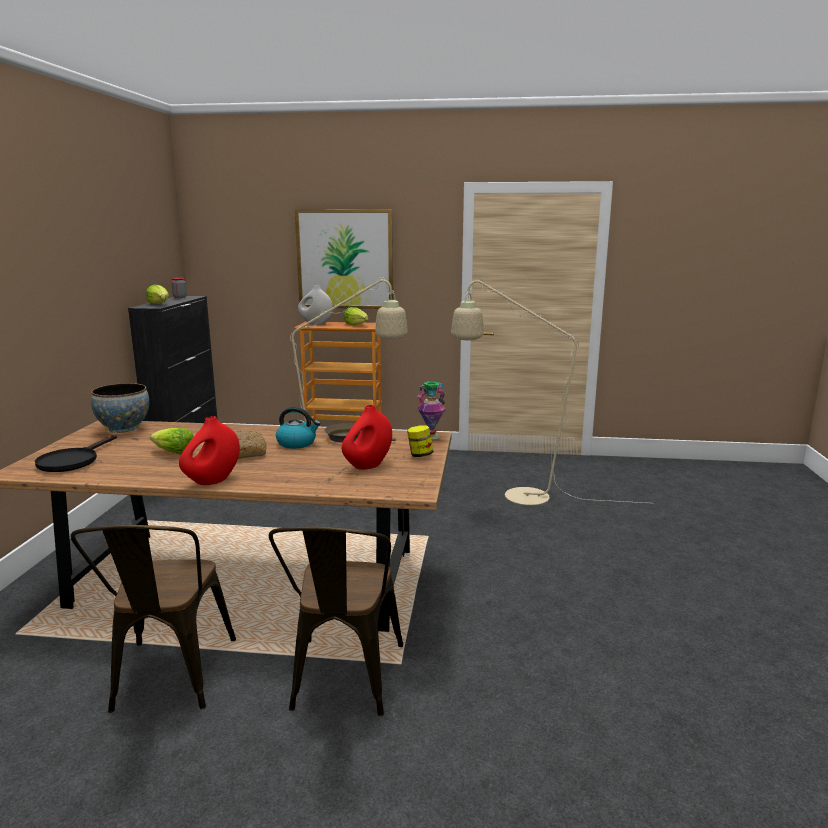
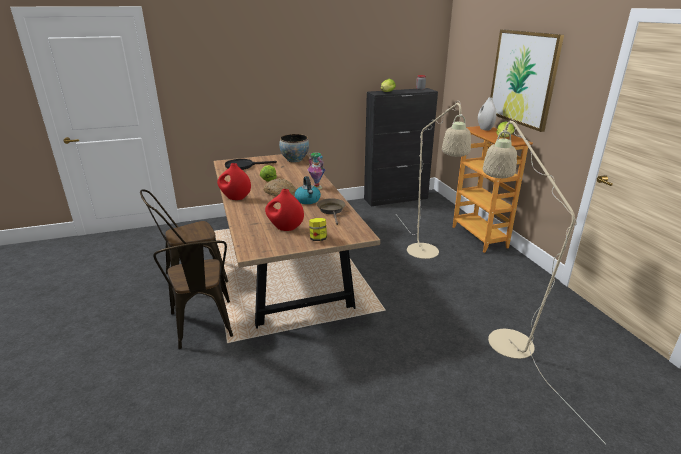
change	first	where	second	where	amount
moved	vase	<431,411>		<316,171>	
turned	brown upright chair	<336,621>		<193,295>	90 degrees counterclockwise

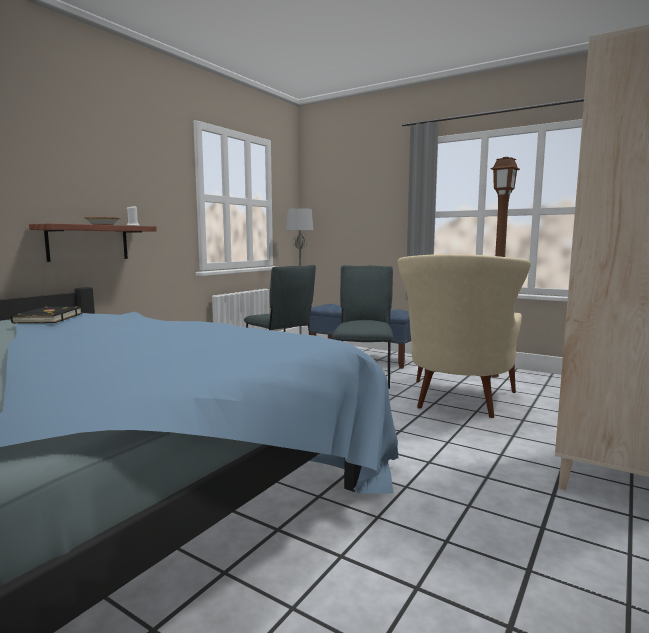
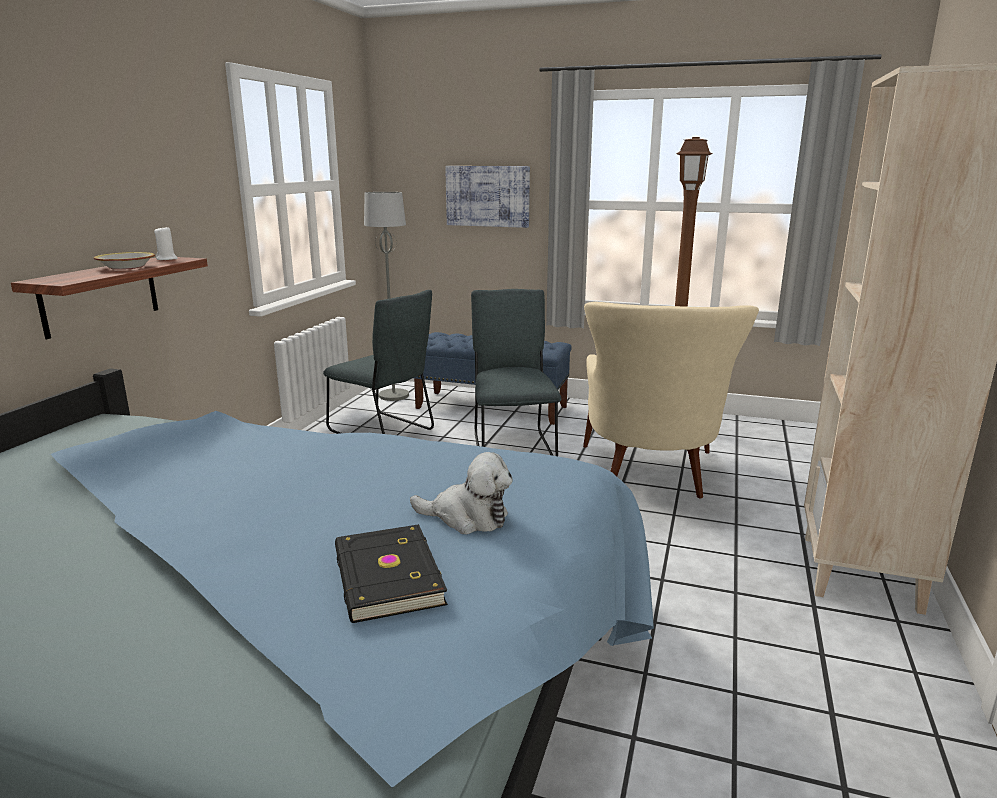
change	first	where	second	where	amount
added			soft toy	<461,493>	
added			picture	<487,197>	
moved	black-coloured bound book	<47,314>		<391,573>	

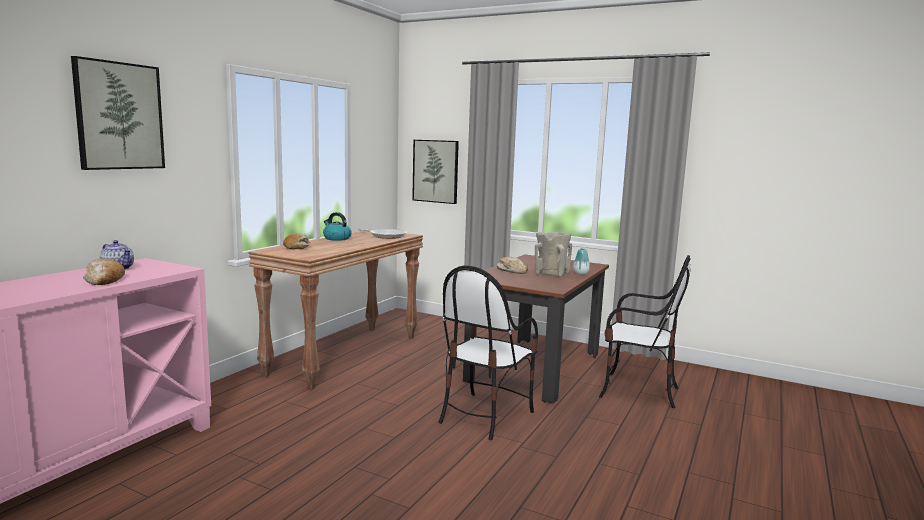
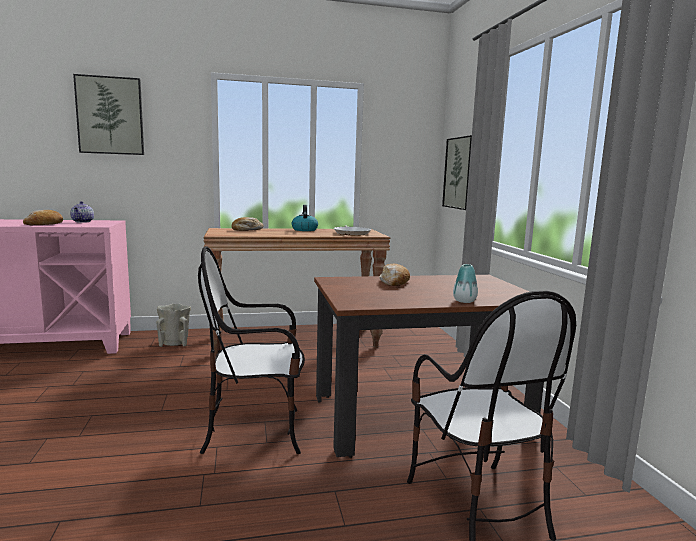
change	first	where	second	where	amount
moved	sand-coloured vase	<553,254>		<174,325>	

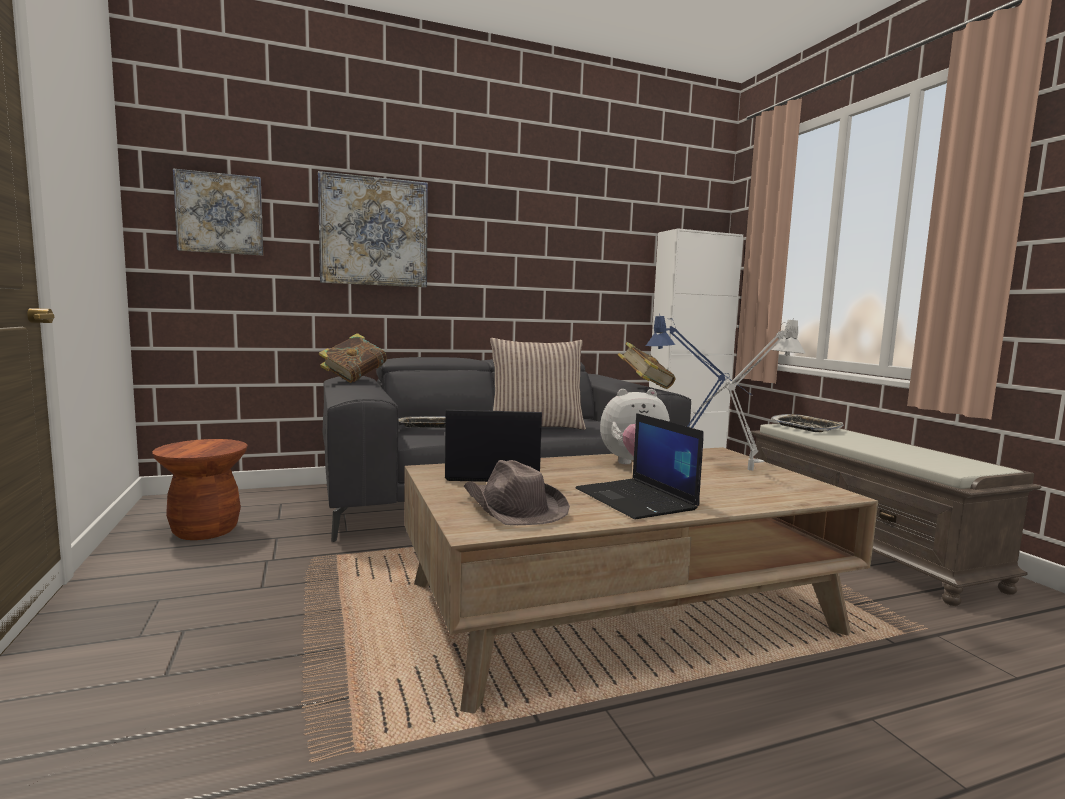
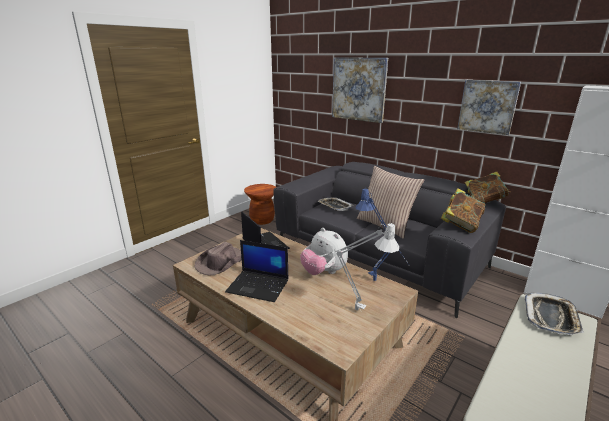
change	first	where	second	where	amount
moved	picture	<218,211>		<489,107>	
moved	bound book	<353,358>		<487,187>	
turned	laptop	<639,466>		<257,271>	105 degrees counterclockwise

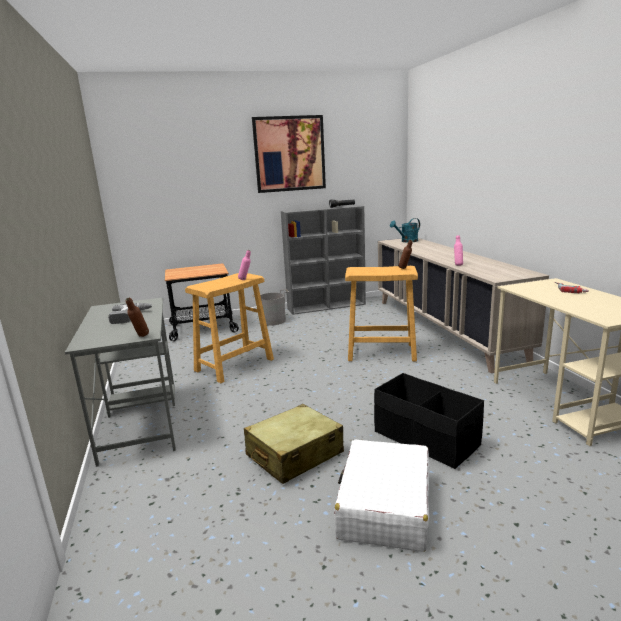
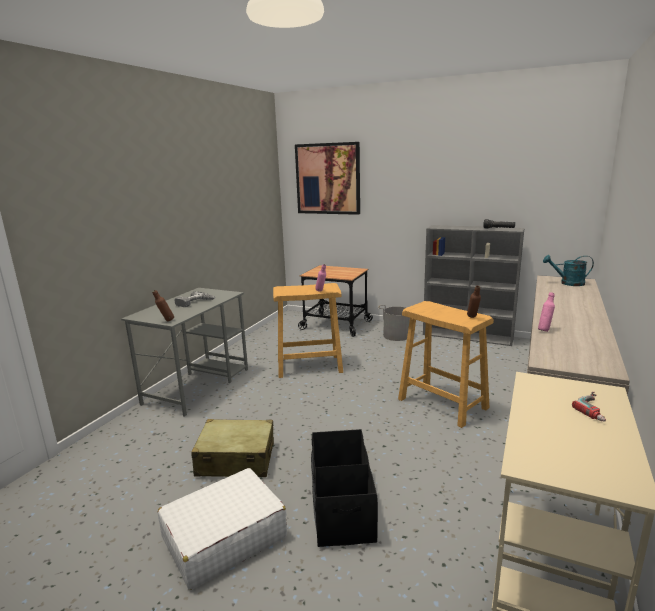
change	first	where	second	where	amount
moved	picture	<289,154>		<327,178>	

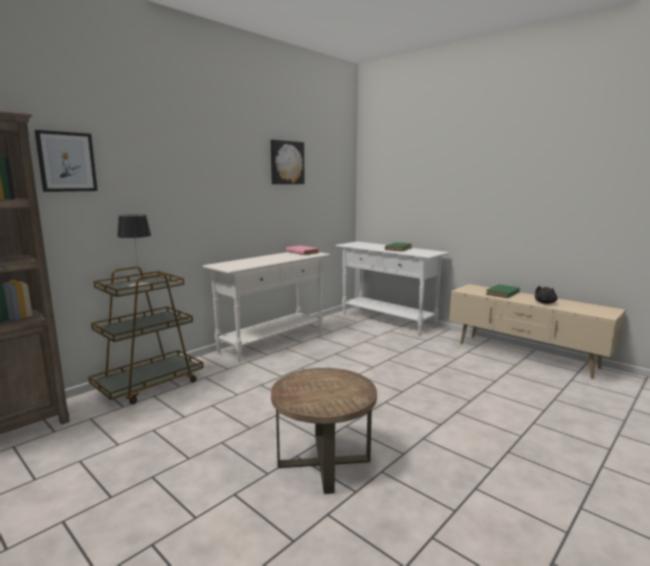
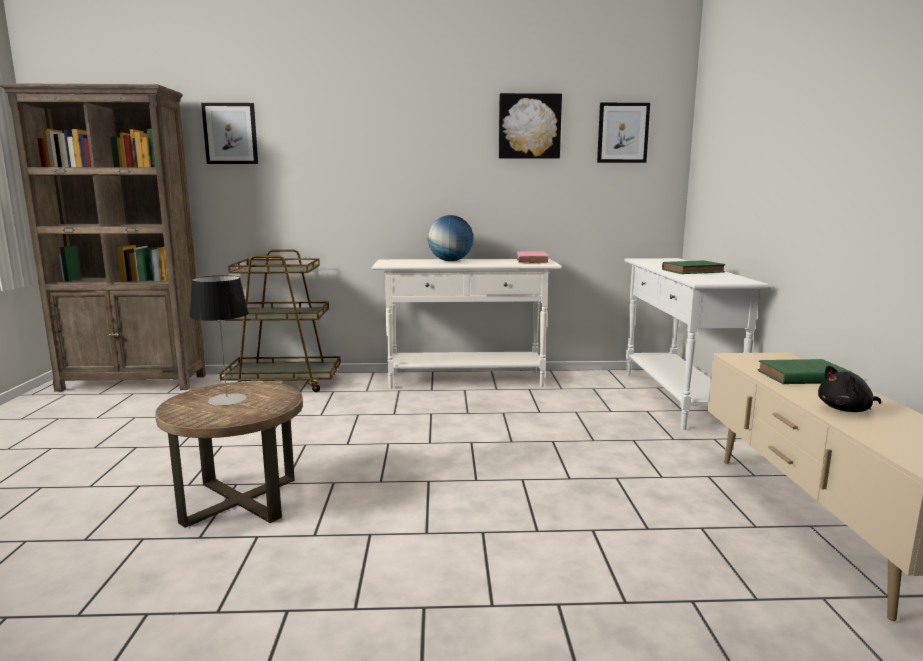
change	first	where	second	where	amount
added			desk globe	<450,238>	
added			picture	<623,133>	
moved	lamp for a table	<134,250>		<219,340>	

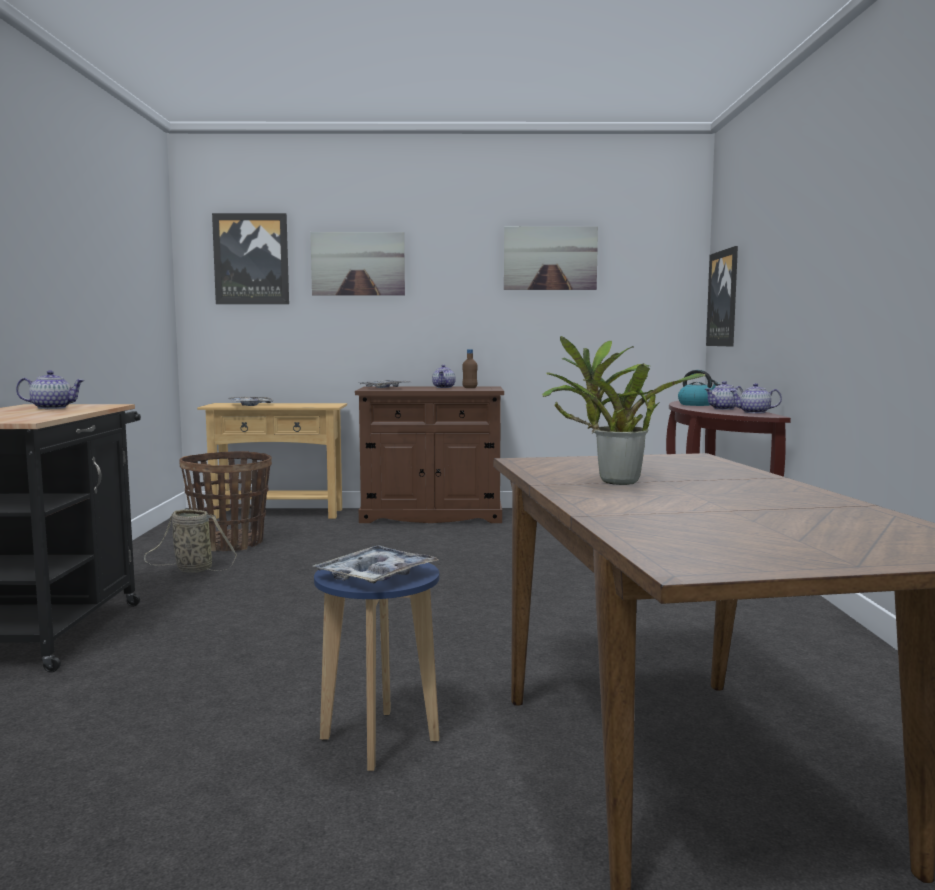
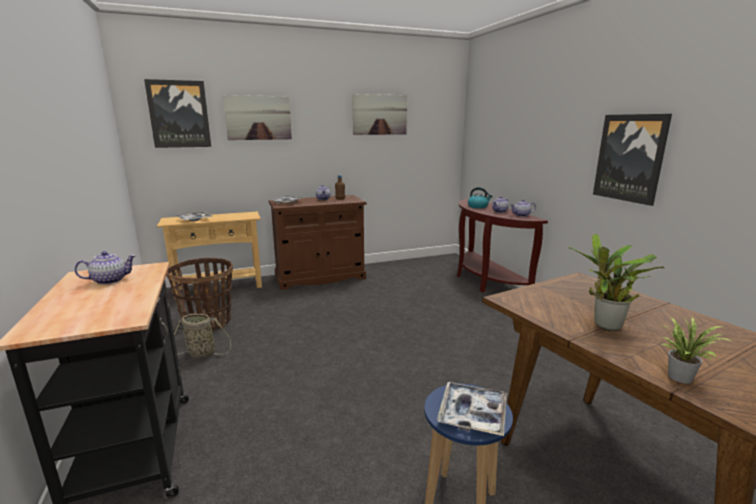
change	first	where	second	where	amount
added			potted plant	<696,350>	
moved	picture	<722,296>		<632,160>	

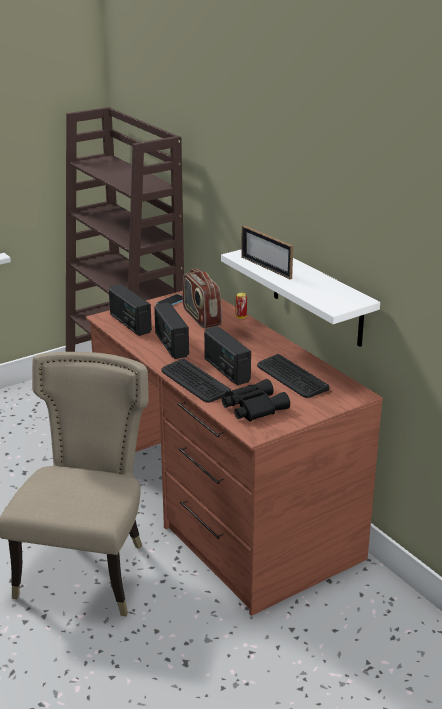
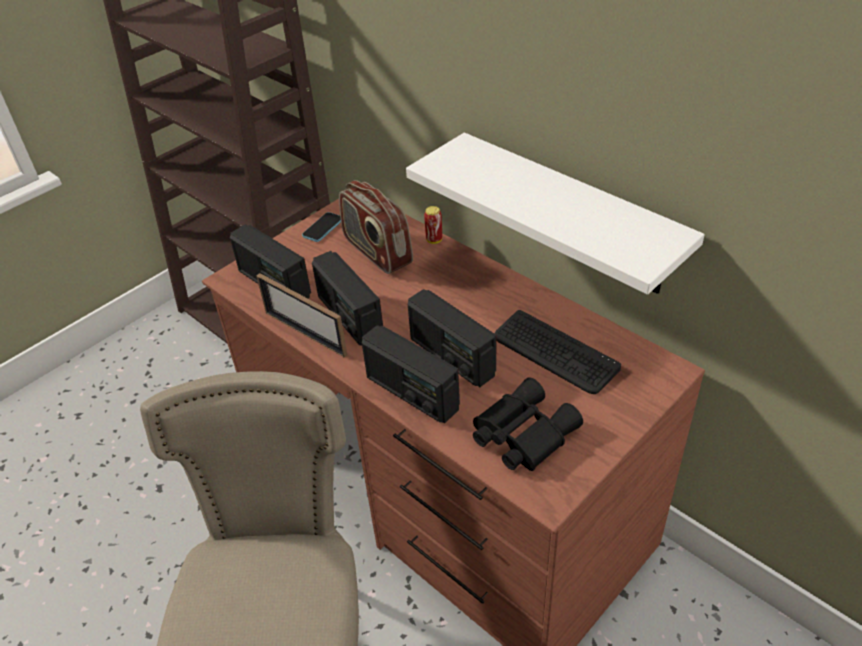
change	first	where	second	where	amount
moved	standing frame	<267,252>		<301,315>	
replaced	PC keyboard	<196,380>	radio set	<411,374>	

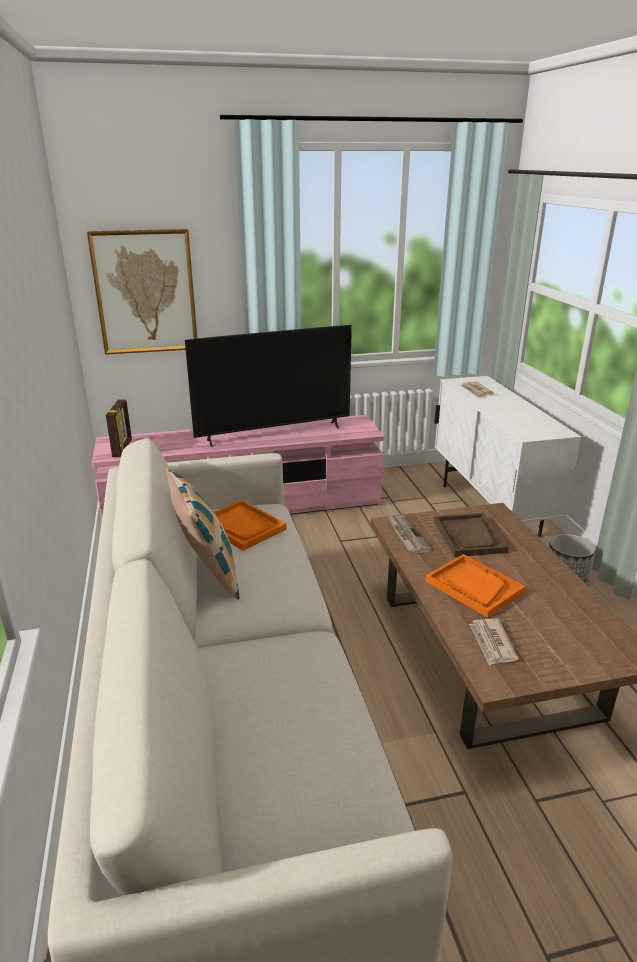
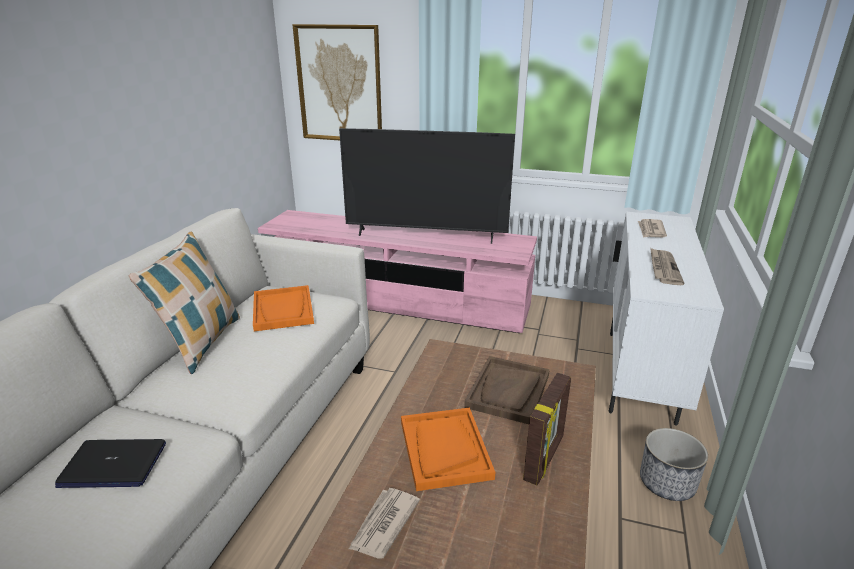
change	first	where	second	where	amount
added			laptop	<110,463>	
moved	standing frame	<119,428>		<547,429>	
moved	newspaper	<409,535>		<667,266>	

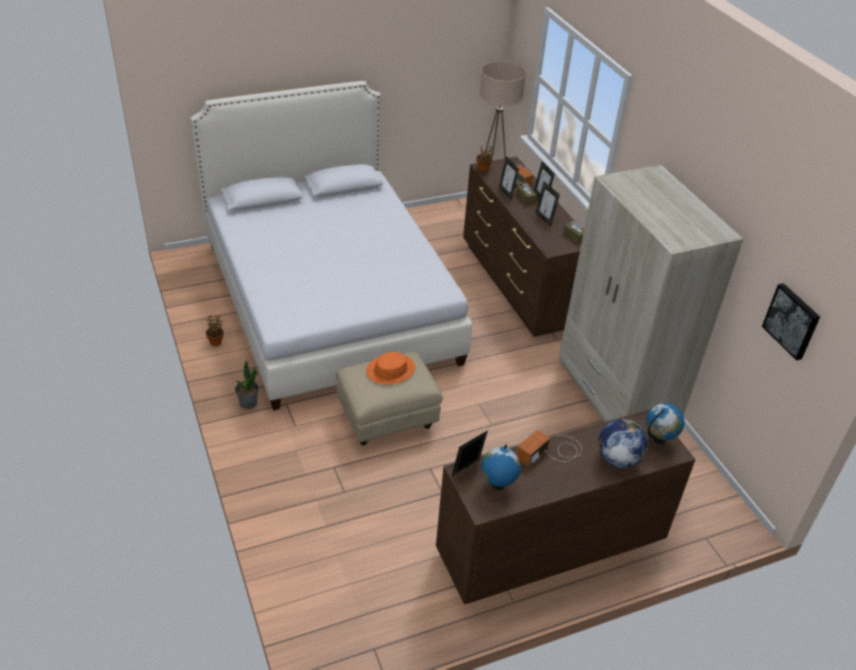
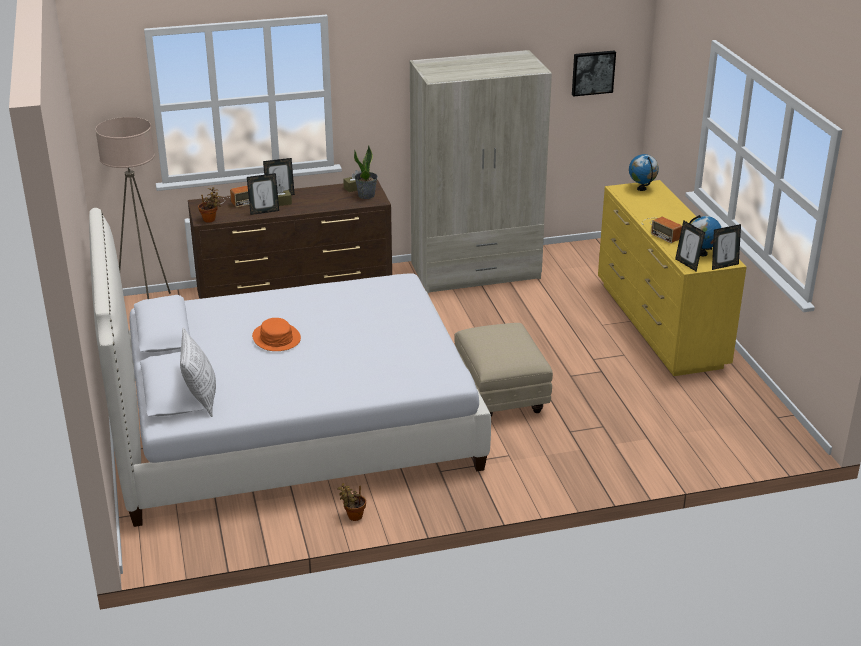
change	first	where	second	where	amount
removed	desk globe	<623,443>			
added			cushion	<198,372>	
moved	potted plant	<247,384>		<366,172>	
moved	orangey hat	<390,368>		<276,334>	
moved	standing frame	<548,204>		<726,247>	
recoloured	brown drawer chest	<566,507>	yellow-coloured drawer chest	<672,278>	

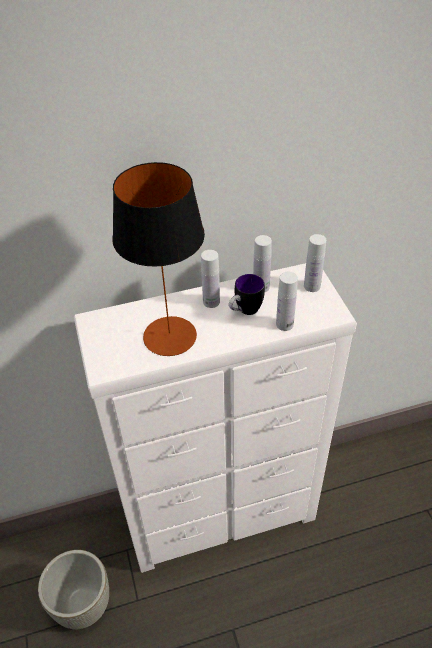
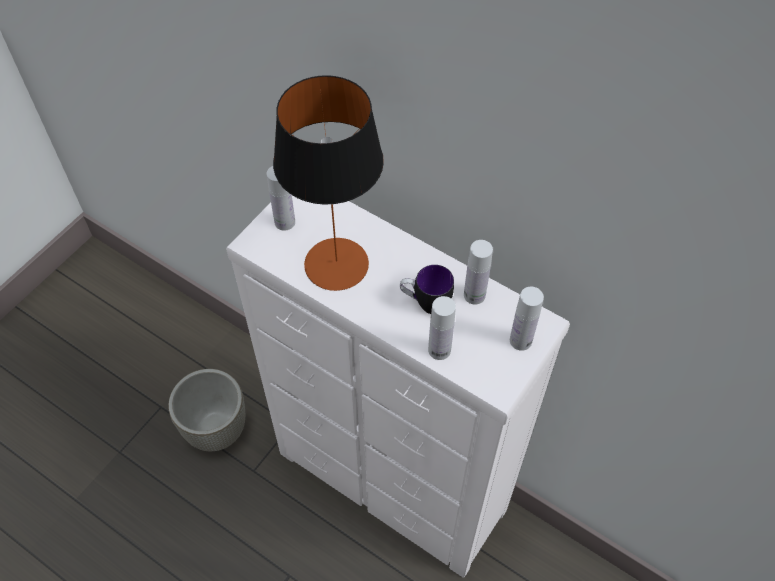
change	first	where	second	where	amount
moved	white bottle	<210,279>		<281,198>	

